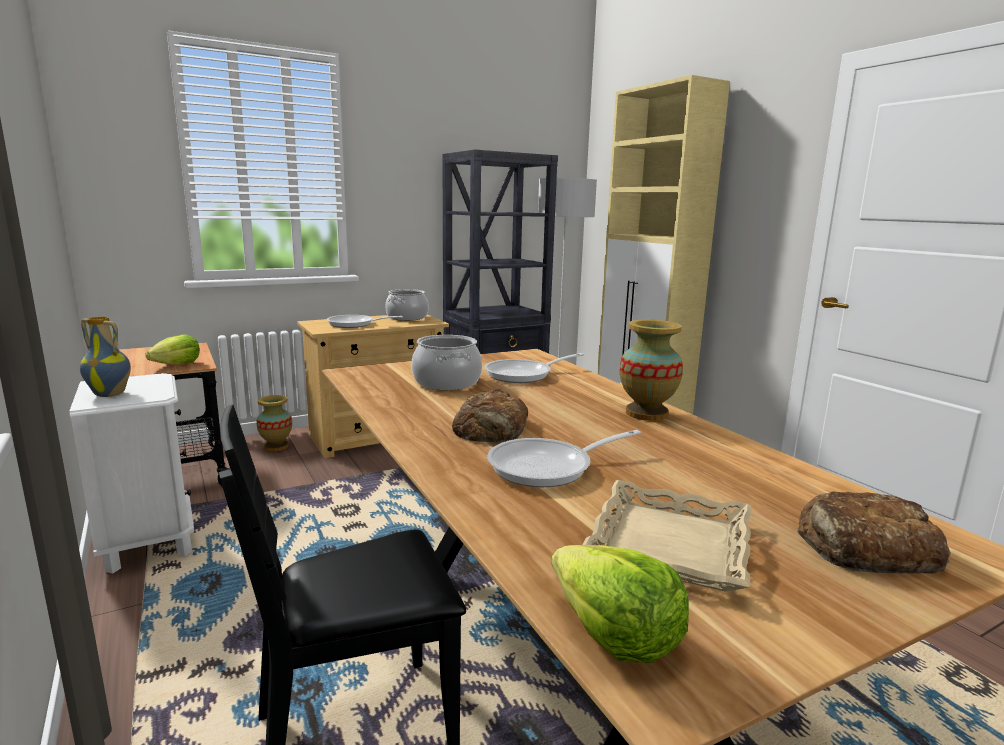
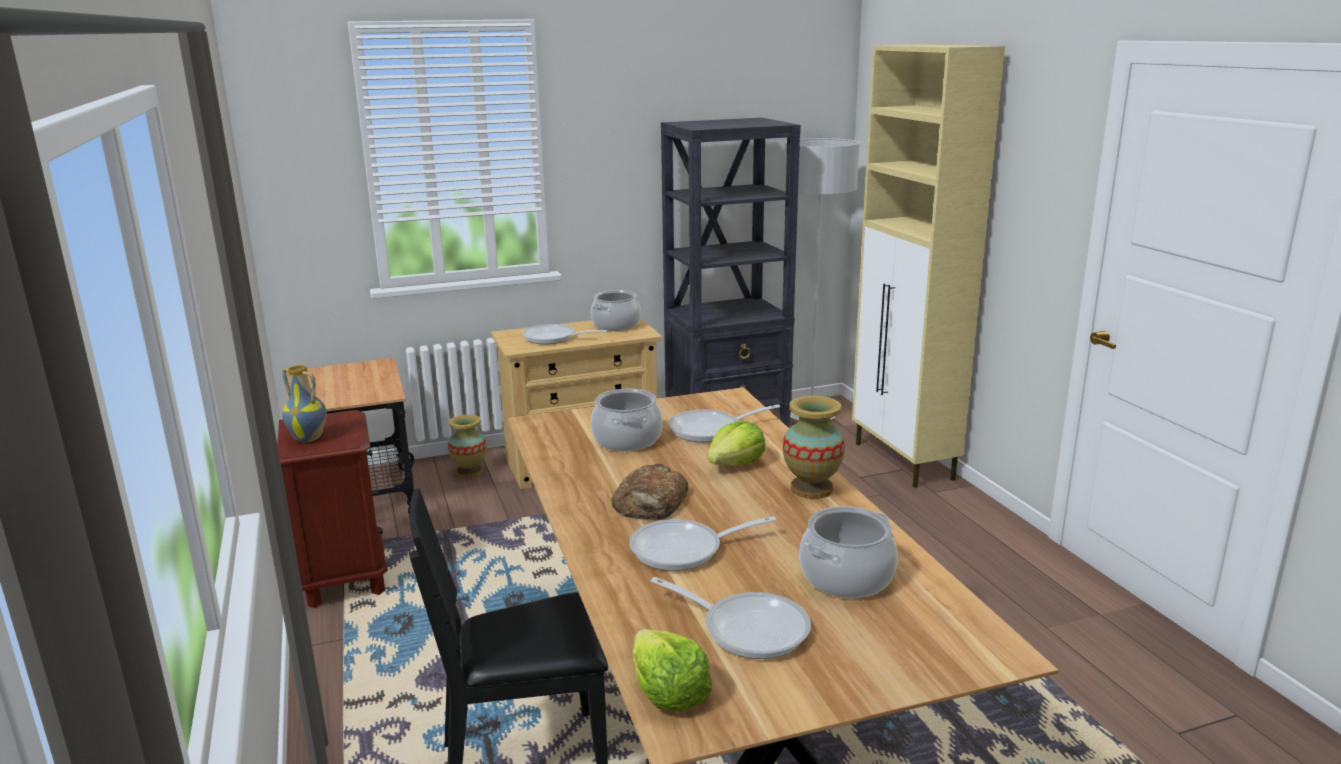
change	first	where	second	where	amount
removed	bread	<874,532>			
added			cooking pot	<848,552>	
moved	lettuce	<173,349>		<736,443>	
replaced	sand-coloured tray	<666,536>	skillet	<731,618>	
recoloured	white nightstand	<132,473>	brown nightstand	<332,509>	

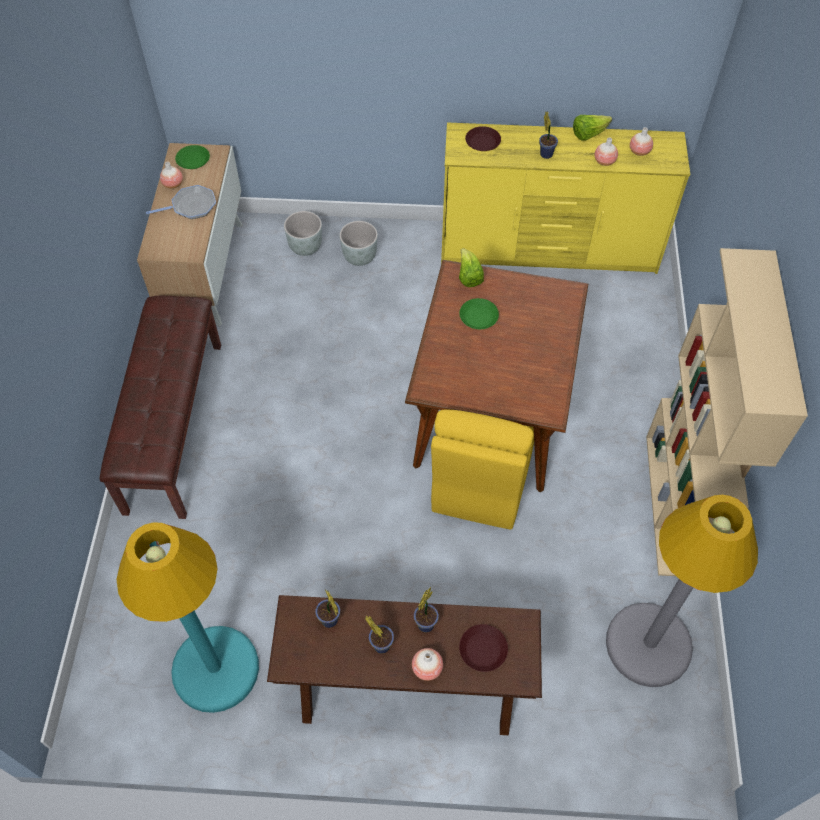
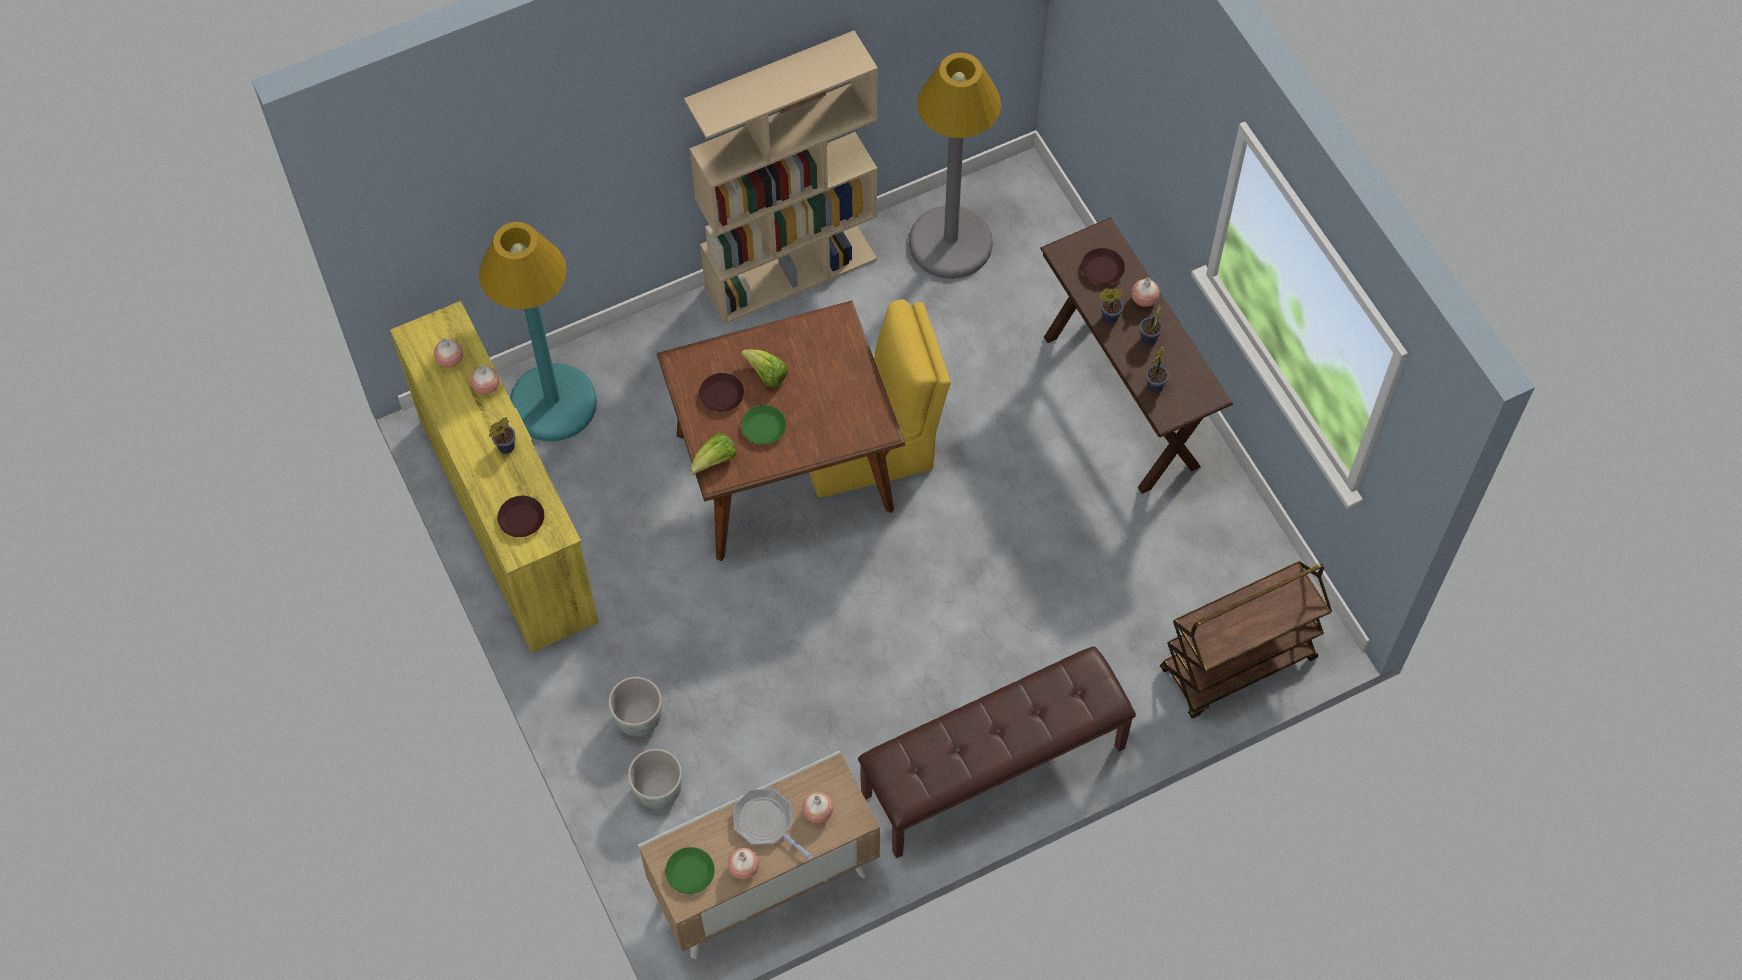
change	first	where	second	where	amount
added			brown flat dish	<721,392>	
added			vase	<817,807>	
added			brown cart	<1246,639>	
moved	blue-green standing lamp	<187,617>		<538,331>	
moved	lettuce	<592,128>		<764,368>	

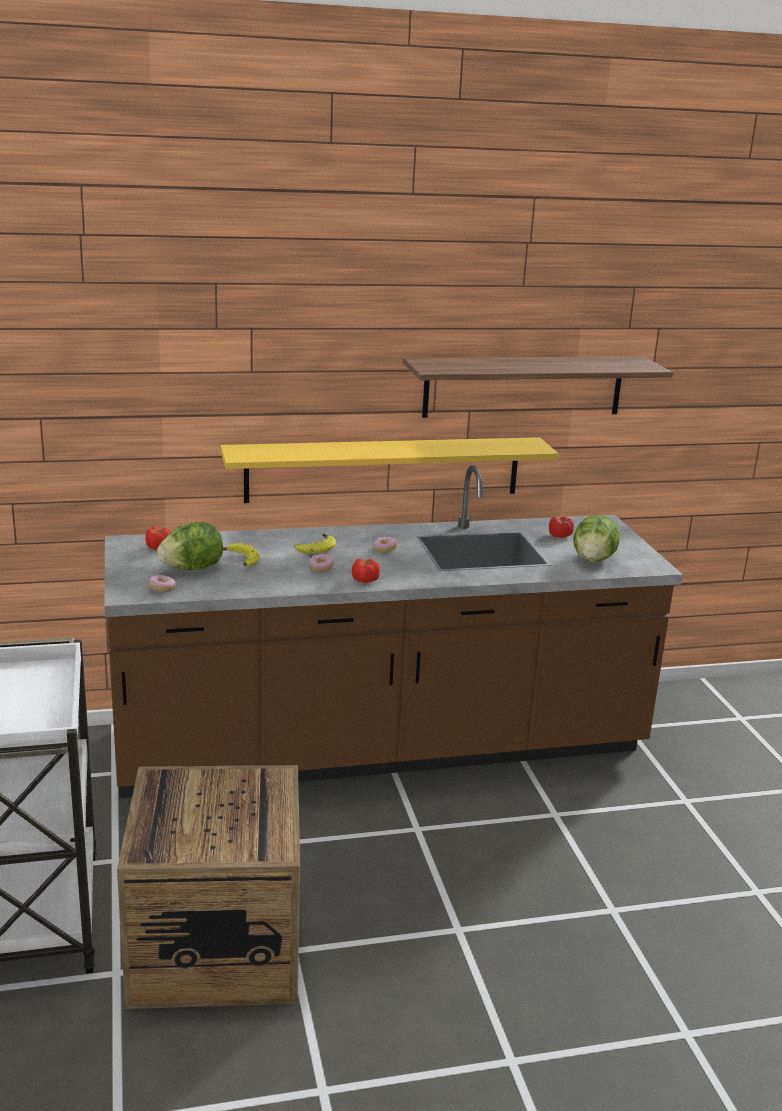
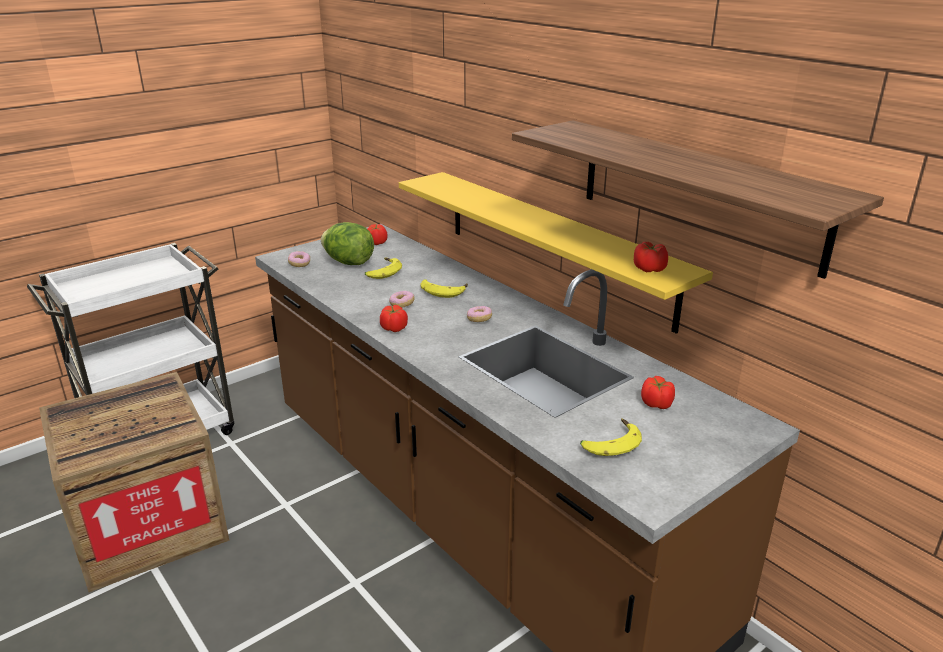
change	first	where	second	where	amount
added			fresh tomato	<651,257>	
replaced	lettuce	<596,538>	banana fruit	<611,437>	

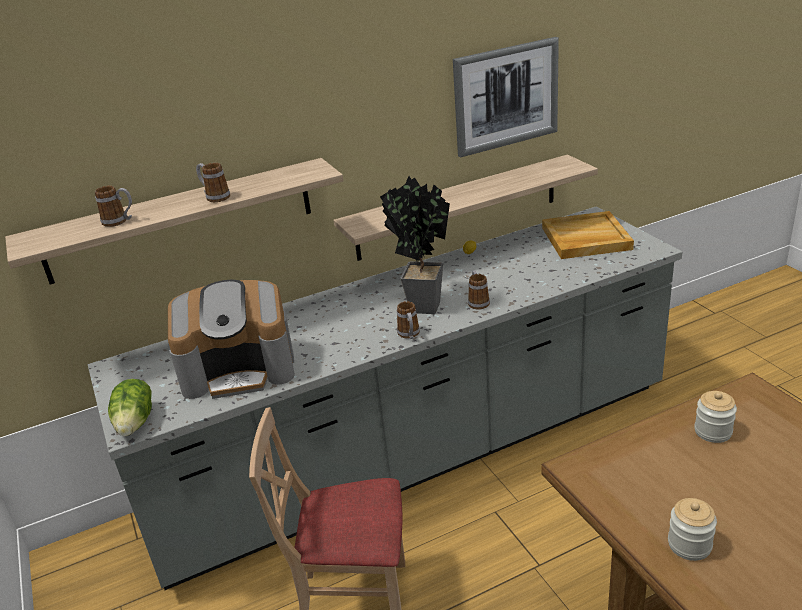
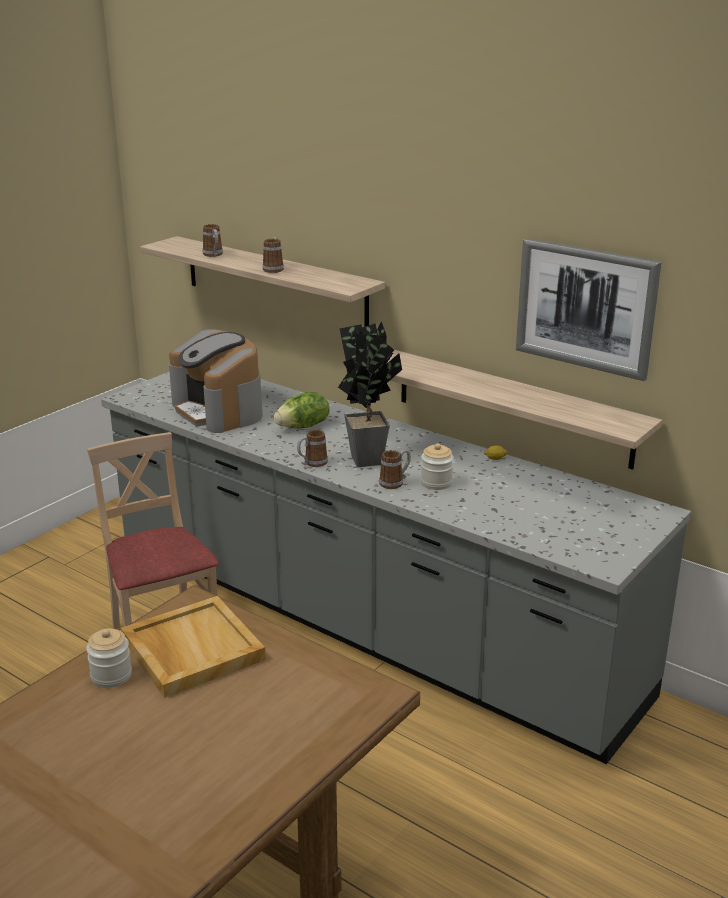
change	first	where	second	where	amount
moved	lettuce	<130,407>		<302,410>	
moved	sand-coloured tray	<588,235>		<193,647>	
moved	jar	<715,417>		<437,466>	

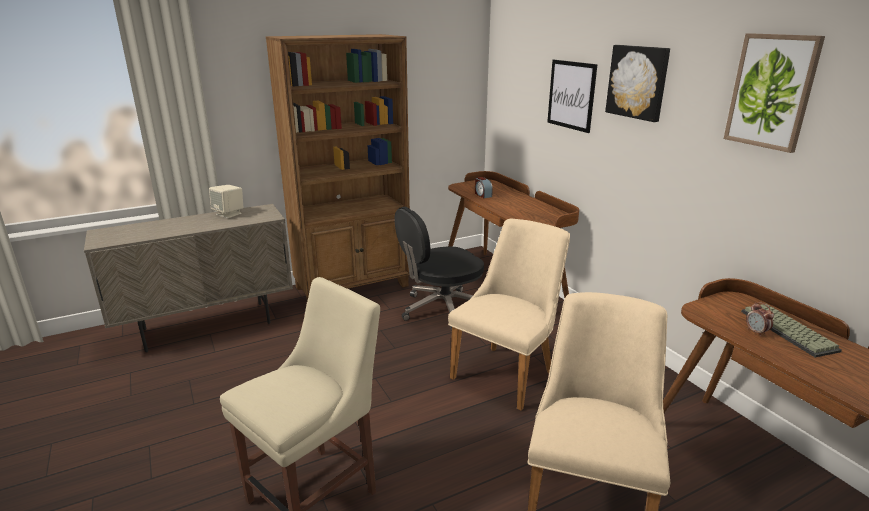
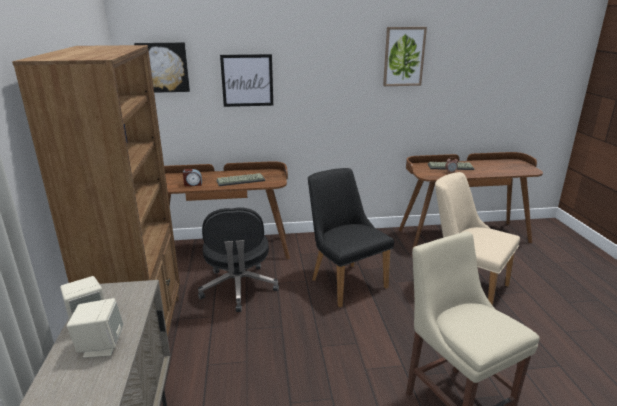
change	first	where	second	where	amount
added			sand-coloured loudspeaker	<95,328>	
added			PC keyboard	<240,179>	
moved	picture	<637,83>		<162,67>	
recoloured	sand-coloured upright chair	<509,314>	black-coloured upright chair	<351,237>	

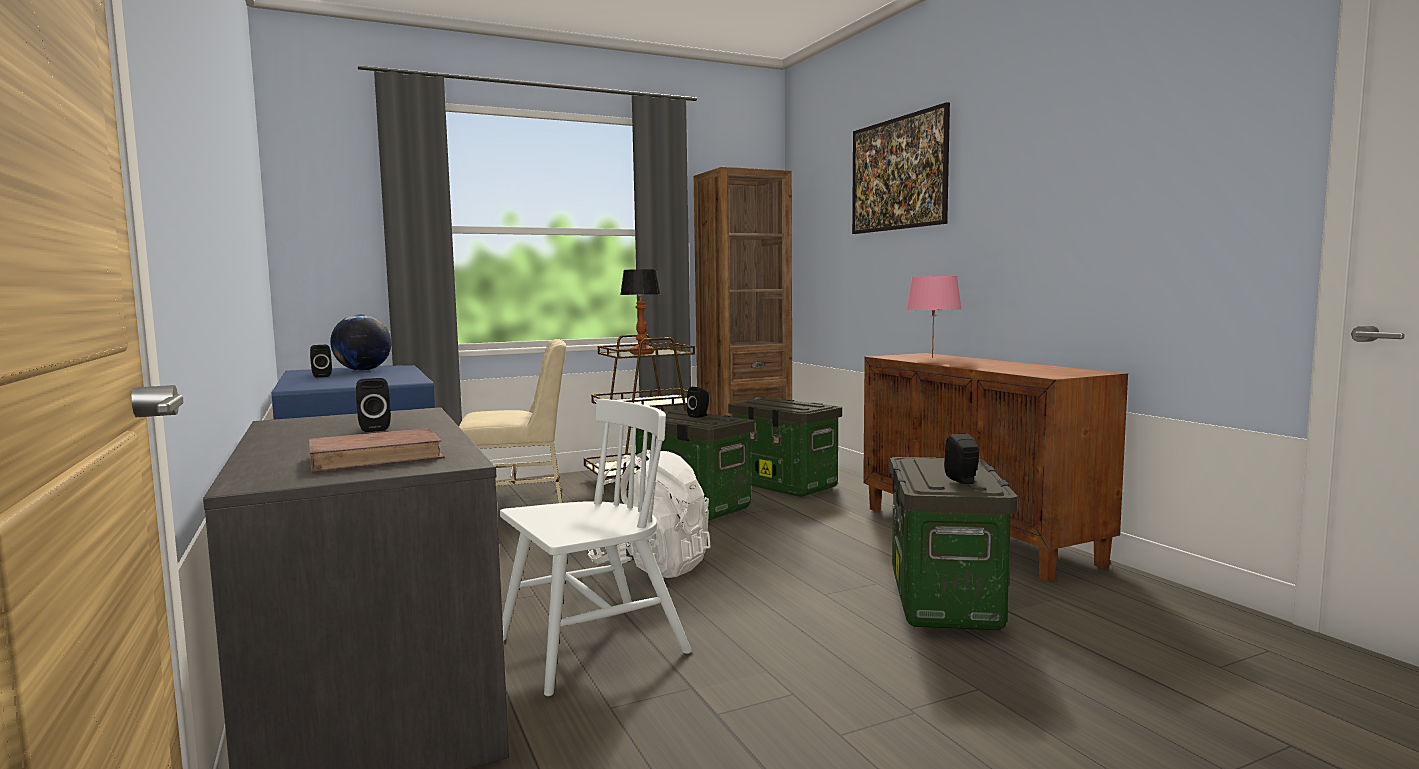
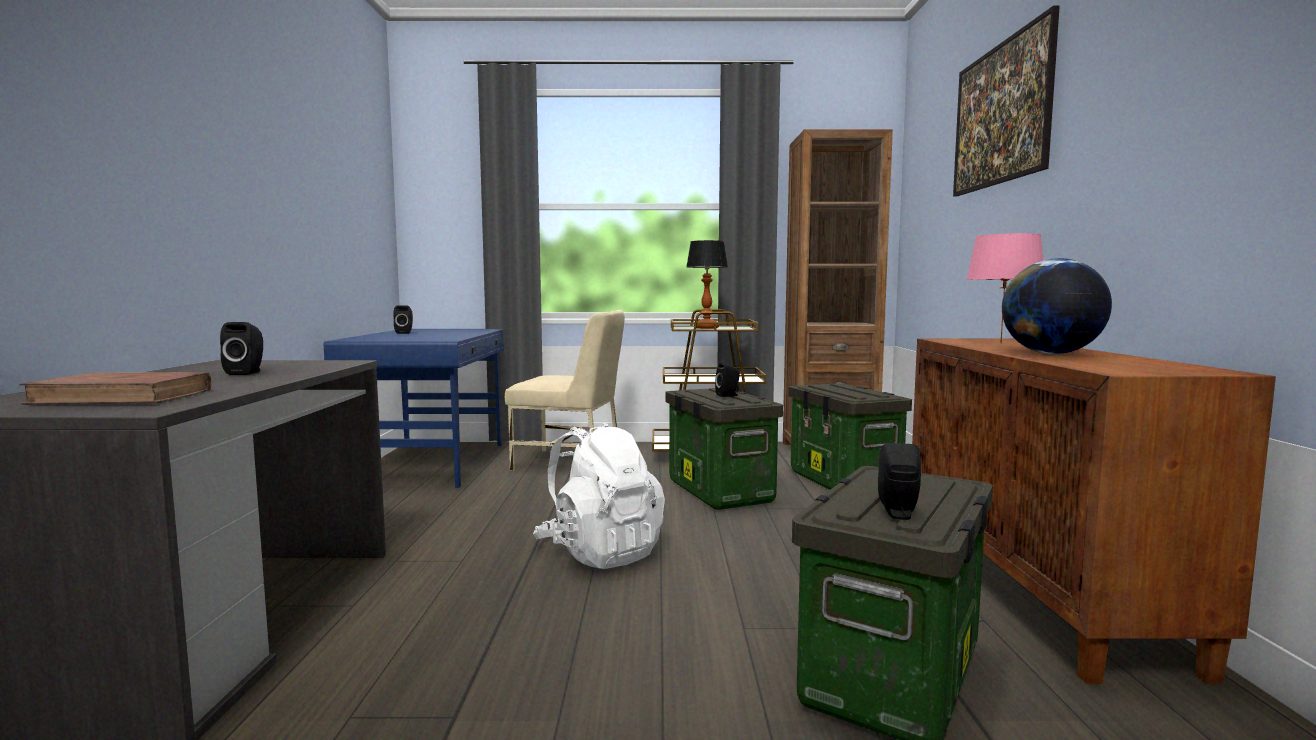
change	first	where	second	where	amount
removed	white upright chair	<596,547>			
moved	desk globe	<360,342>		<1057,306>	

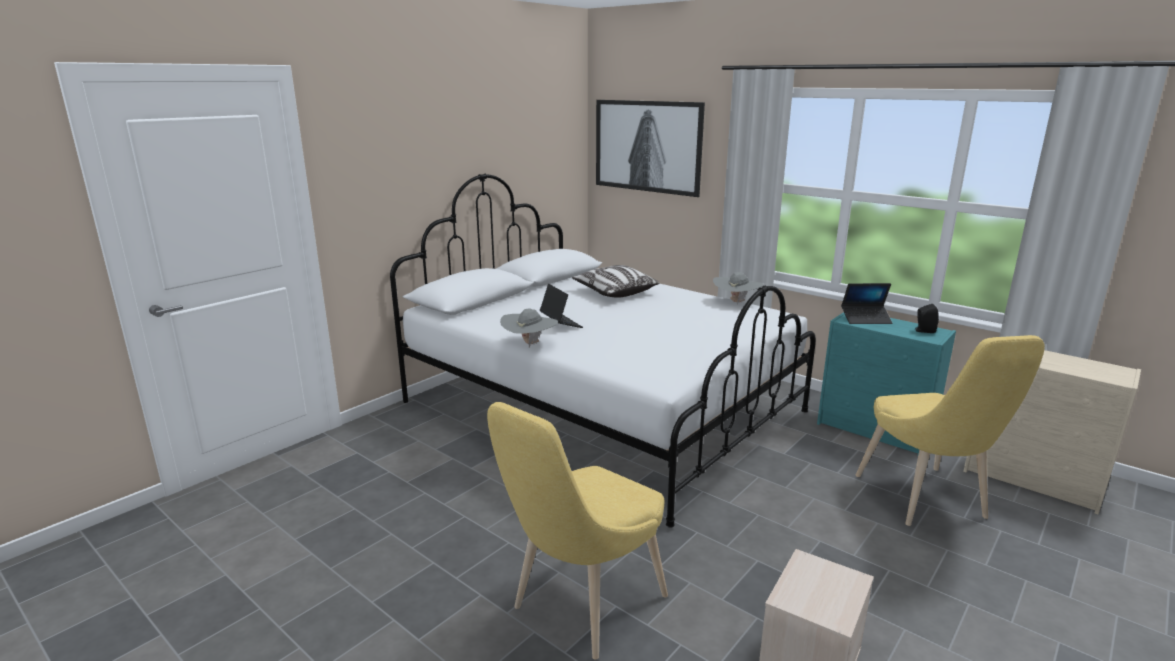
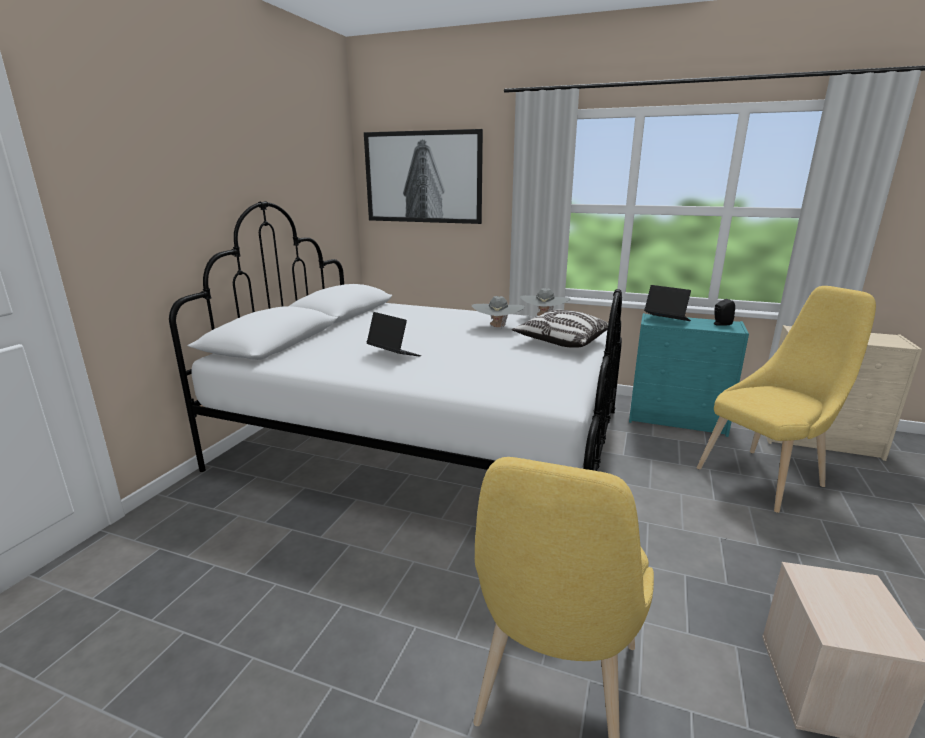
change	first	where	second	where	amount
moved	greyish hat	<529,327>		<498,312>	
moved	cushion	<615,281>		<560,329>	
turned	laptop	<866,303>		<667,303>	120 degrees counterclockwise
turned	yellow-coloured upright chair	<950,430>		<786,399>	90 degrees counterclockwise

